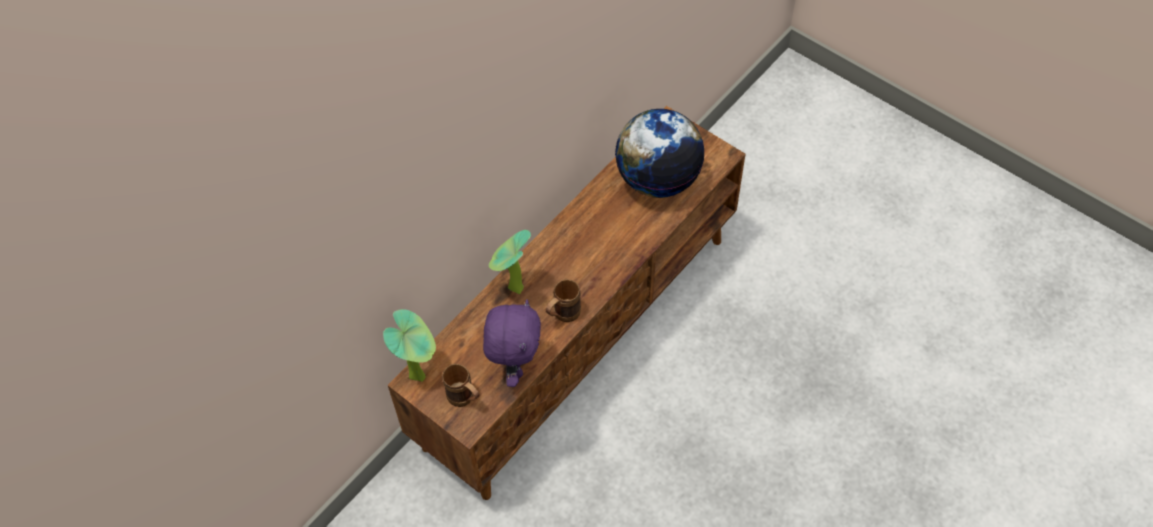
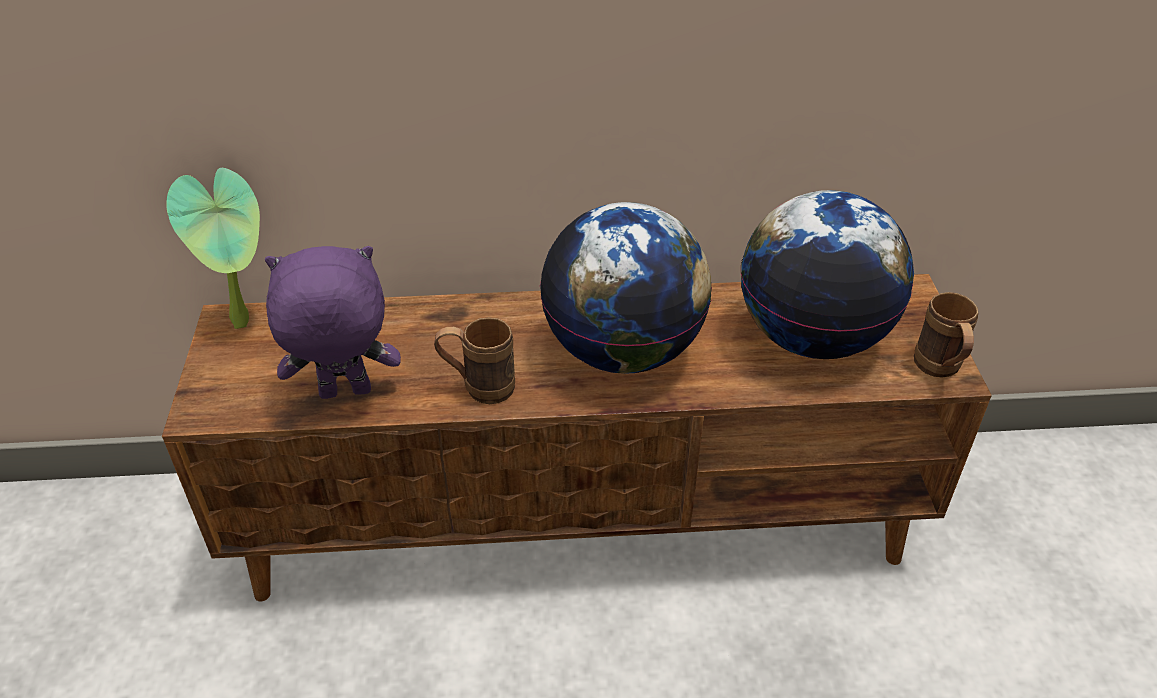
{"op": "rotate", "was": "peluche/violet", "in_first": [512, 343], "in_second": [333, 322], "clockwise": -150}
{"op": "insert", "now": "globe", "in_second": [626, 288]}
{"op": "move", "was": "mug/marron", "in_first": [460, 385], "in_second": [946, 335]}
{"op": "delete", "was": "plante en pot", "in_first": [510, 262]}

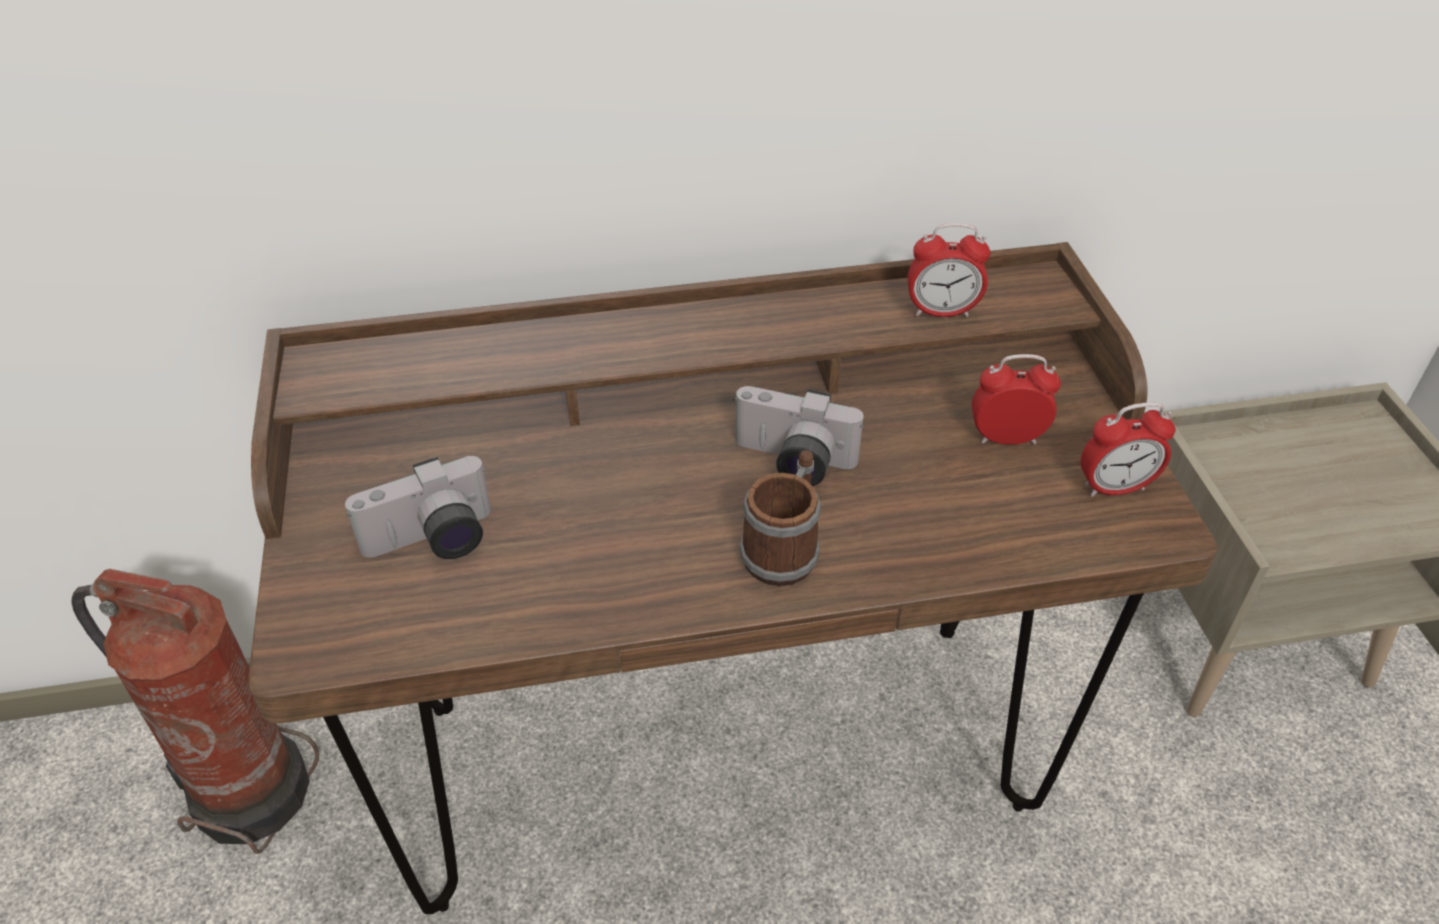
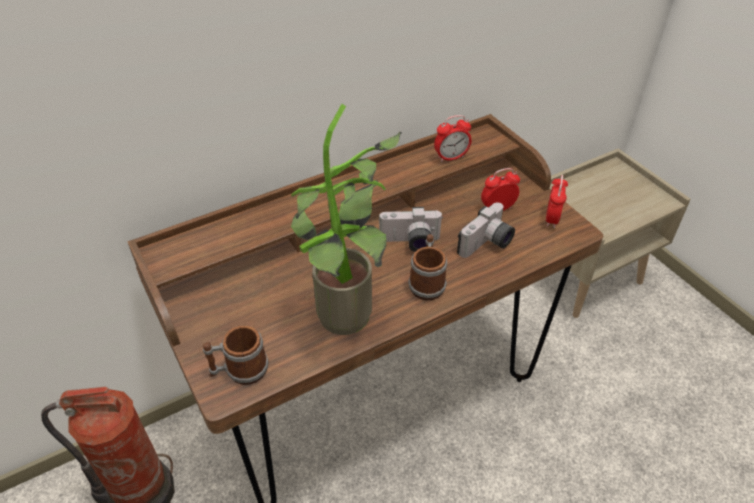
{"op": "insert", "now": "mug", "in_second": [236, 355]}
{"op": "insert", "now": "plante en pot", "in_second": [346, 219]}
{"op": "move", "was": "appareil photo", "in_first": [418, 507], "in_second": [486, 230]}
{"op": "rotate", "was": "réveil", "in_first": [1128, 449], "in_second": [557, 201], "clockwise": -45}

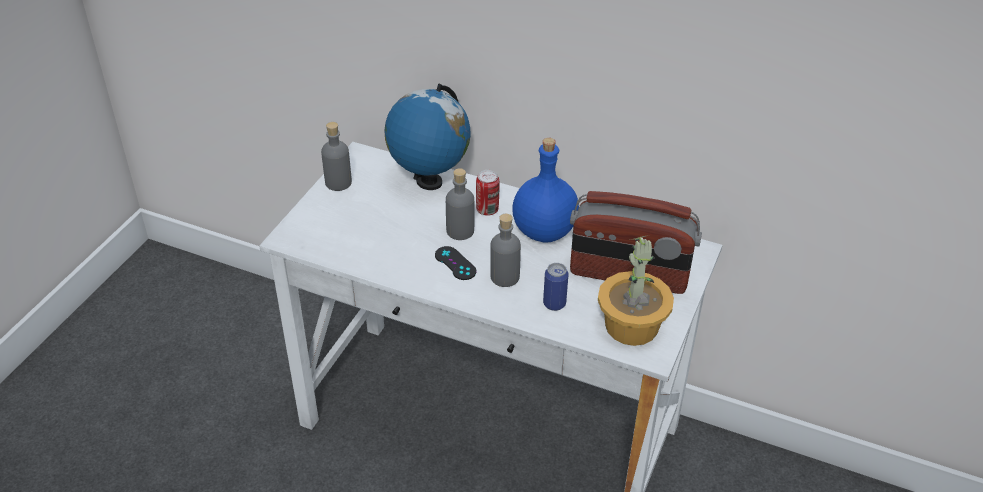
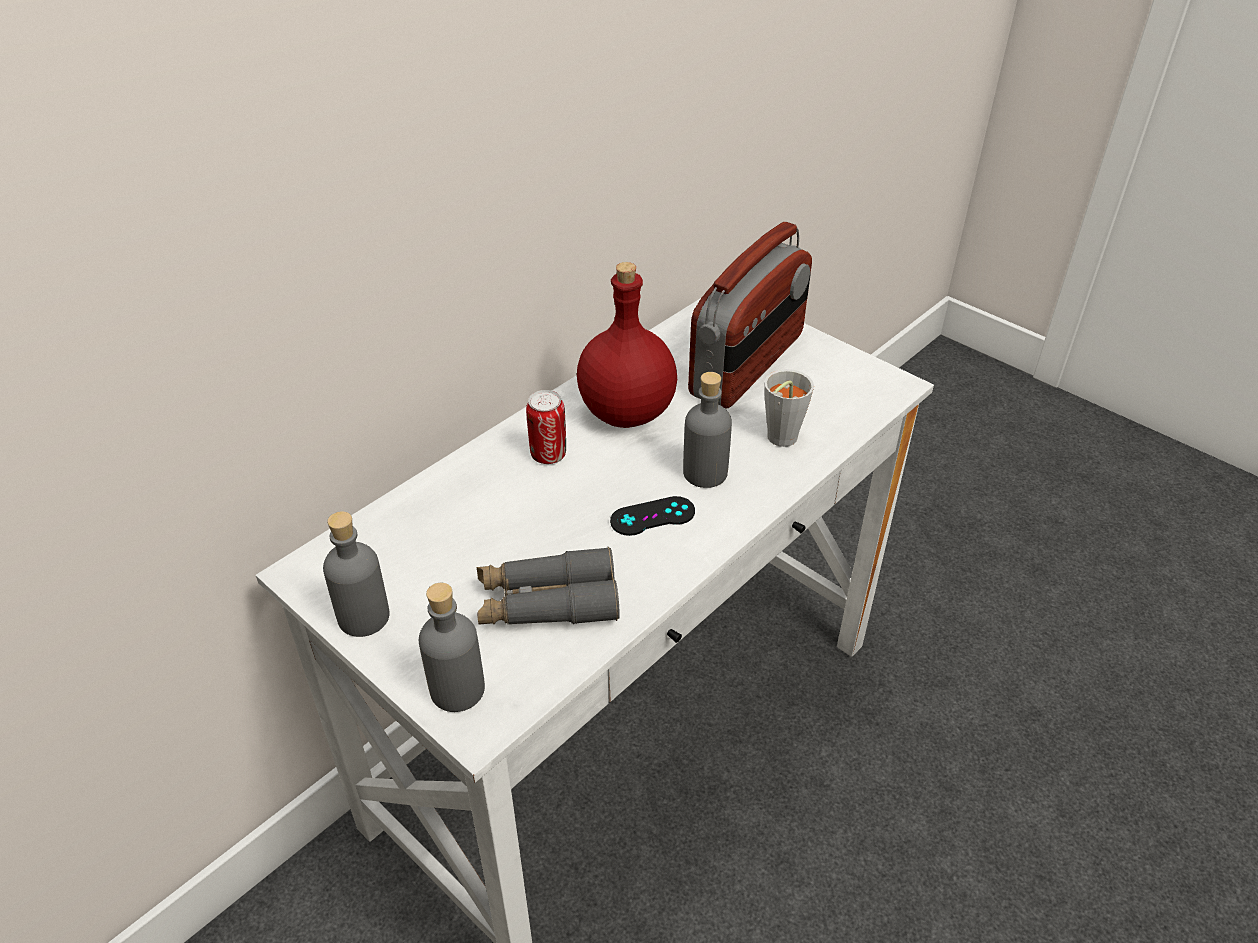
{"op": "move", "was": "bouteille/gris", "in_first": [460, 204], "in_second": [452, 647]}
{"op": "insert", "now": "jumelles/gris", "in_second": [548, 586]}
{"op": "recolor", "was": "bouteille/bleu", "now": "bouteille/rouge", "in_first": [545, 190], "in_second": [627, 345]}
{"op": "replace", "was": "boîte métallique", "now": "tasse/gris", "in_first": [556, 287], "in_second": [789, 408]}
{"op": "delete", "was": "globe", "in_first": [428, 137]}
{"op": "delete", "was": "plante en pot", "in_first": [636, 290]}

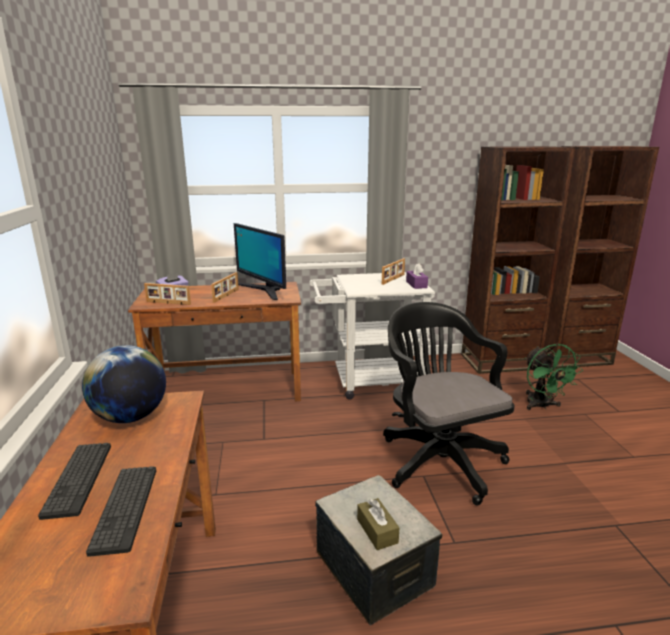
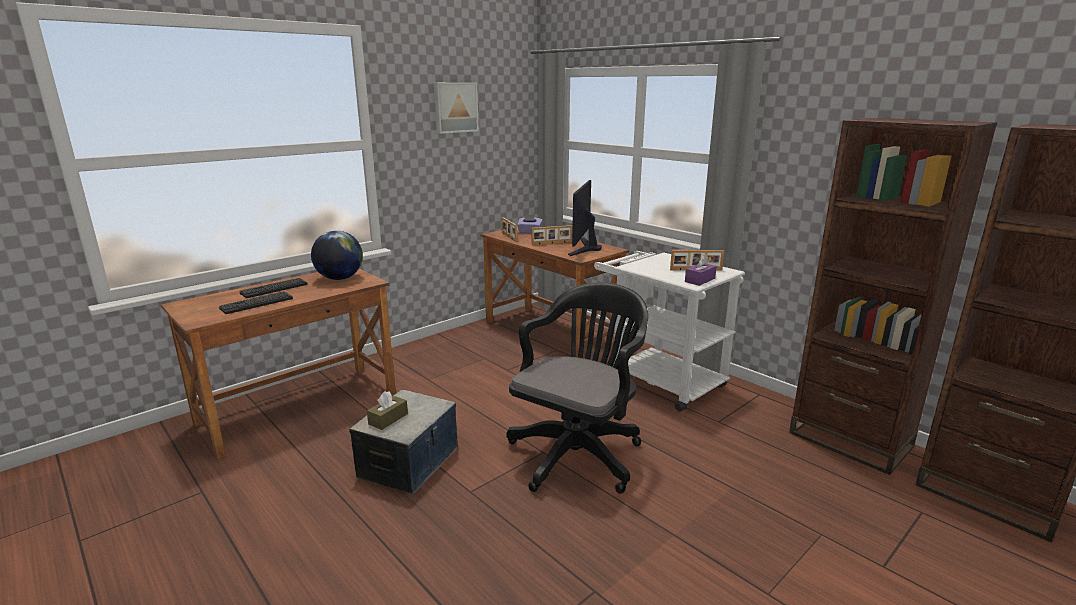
{"op": "insert", "now": "tableau", "in_second": [456, 108]}
{"op": "delete", "was": "ventilateur/vert", "in_first": [554, 376]}

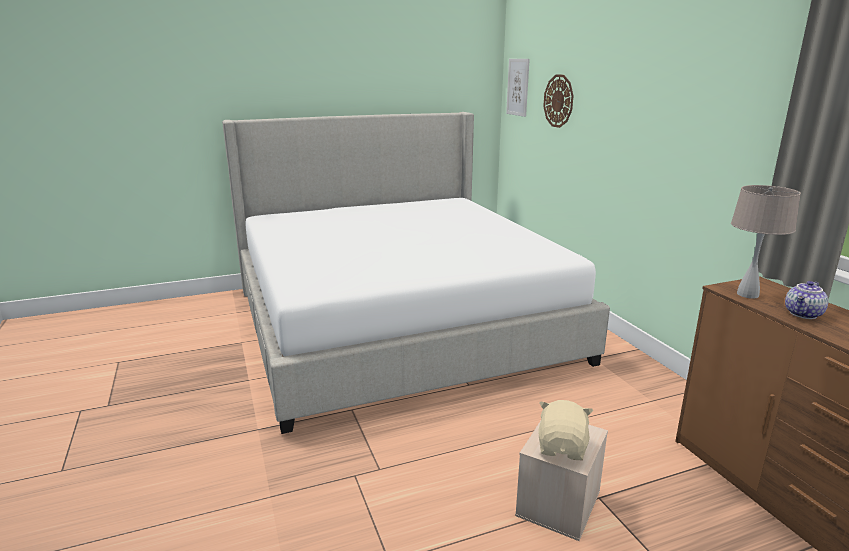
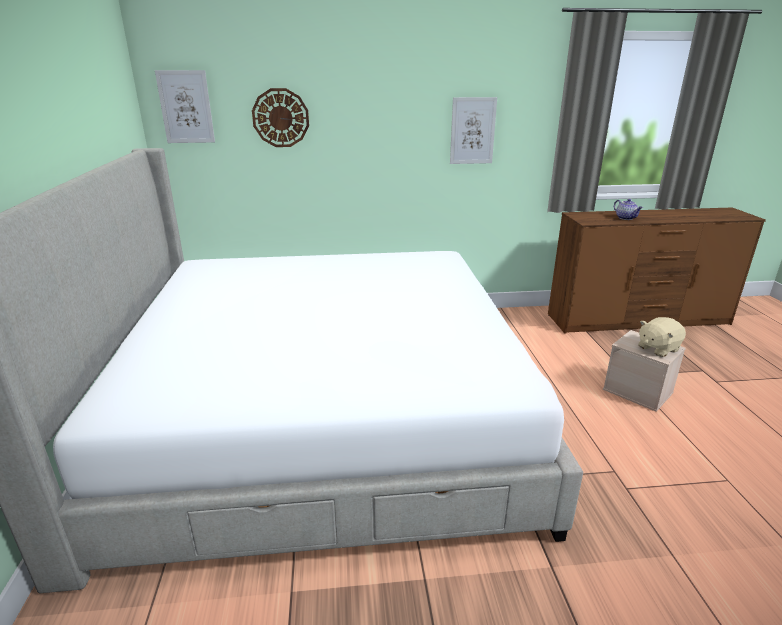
{"op": "insert", "now": "tableau", "in_second": [473, 130]}
{"op": "rotate", "was": "peluche/beige", "in_first": [565, 430], "in_second": [662, 337], "clockwise": -60}
{"op": "delete", "was": "lampe de table/beige", "in_first": [766, 242]}

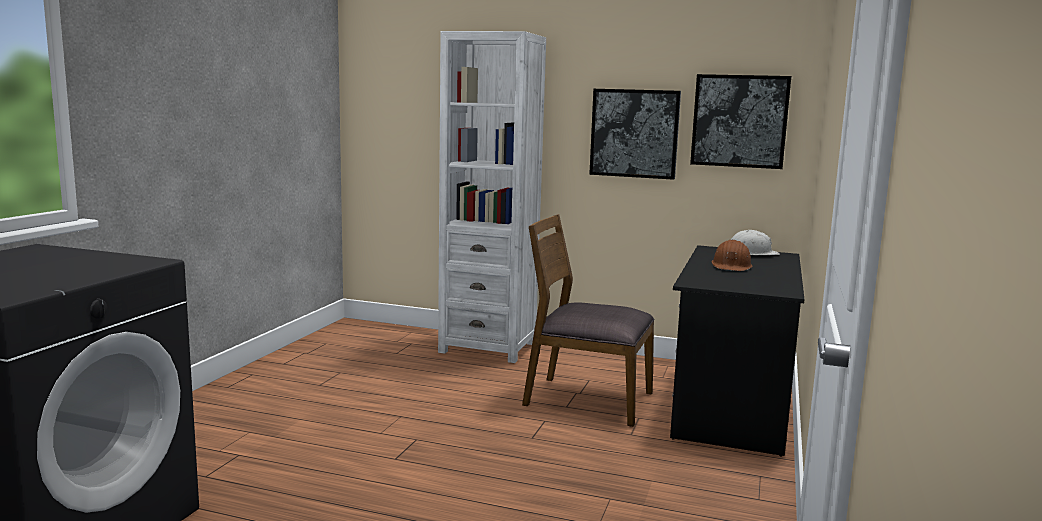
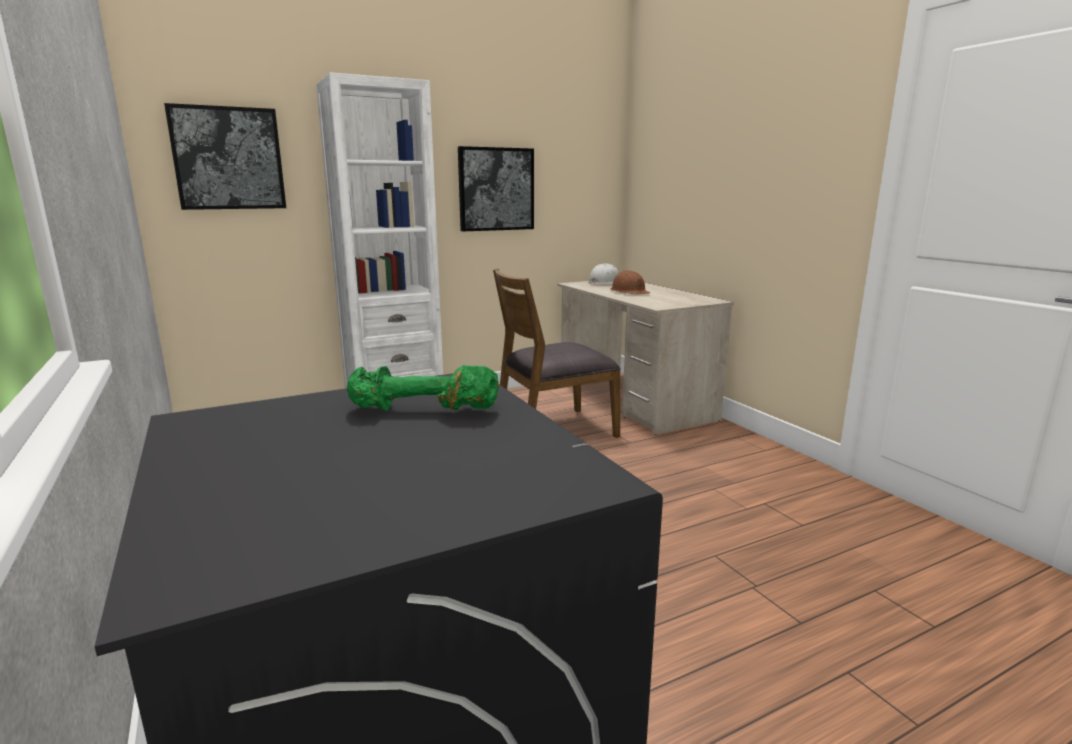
{"op": "move", "was": "tableau", "in_first": [740, 121], "in_second": [225, 156]}
{"op": "insert", "now": "haltère/vert", "in_second": [423, 388]}
{"op": "recolor", "was": "bureau/noir", "now": "bureau/beige", "in_first": [737, 351], "in_second": [646, 358]}

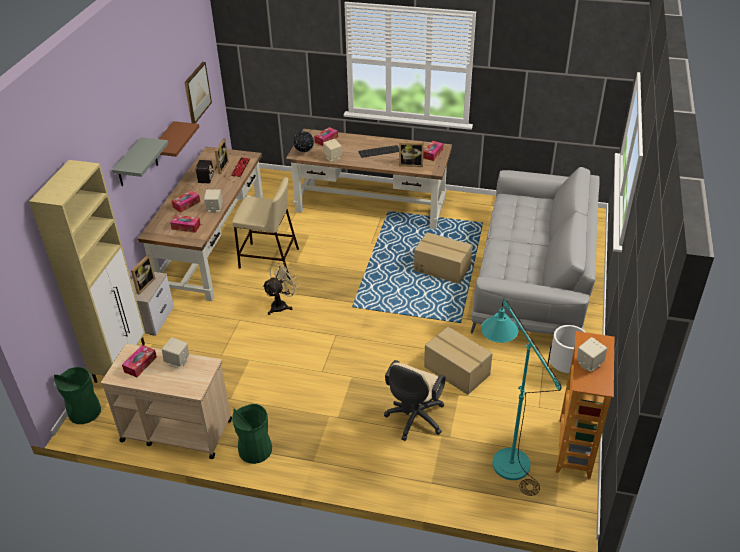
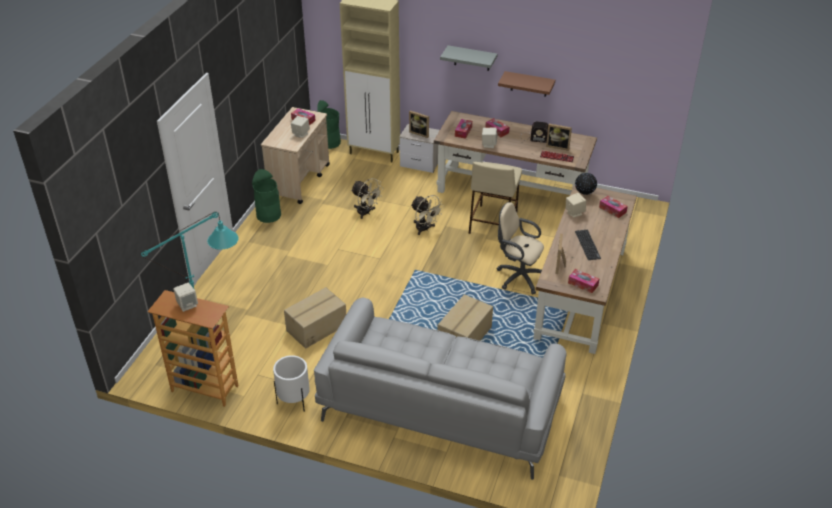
{"op": "insert", "now": "ventilateur/beige", "in_second": [366, 198]}
{"op": "move", "was": "chaise de bureau/beige", "in_first": [415, 400], "in_second": [520, 248]}
{"op": "delete", "was": "tableau", "in_first": [198, 93]}

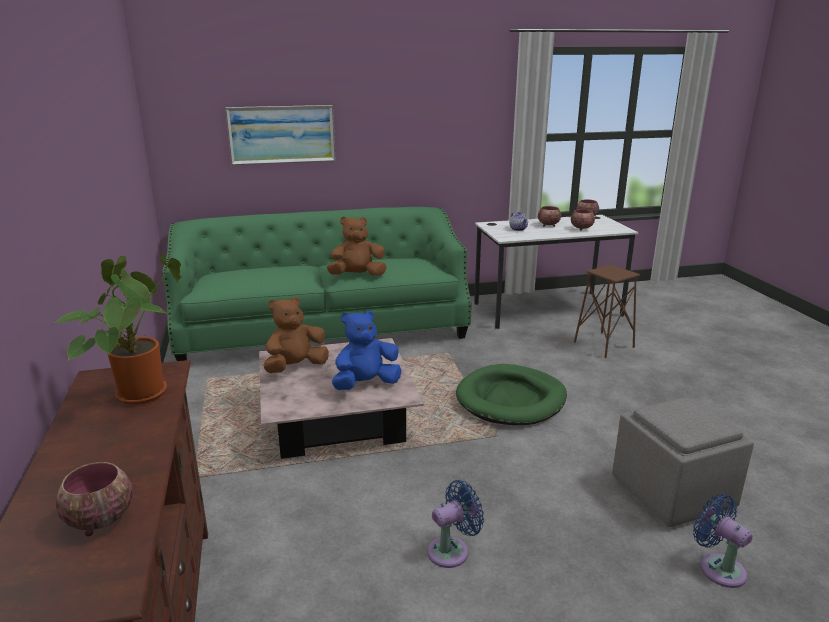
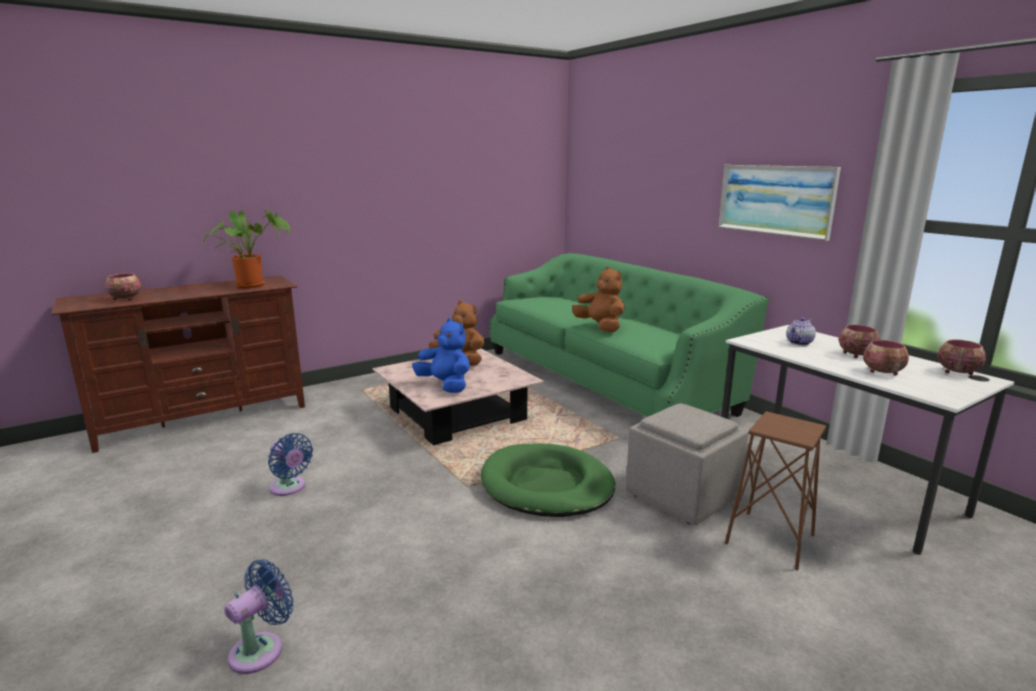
{"op": "move", "was": "pouf/gris", "in_first": [683, 462], "in_second": [687, 464]}
{"op": "move", "was": "tableau", "in_first": [280, 135], "in_second": [779, 203]}

